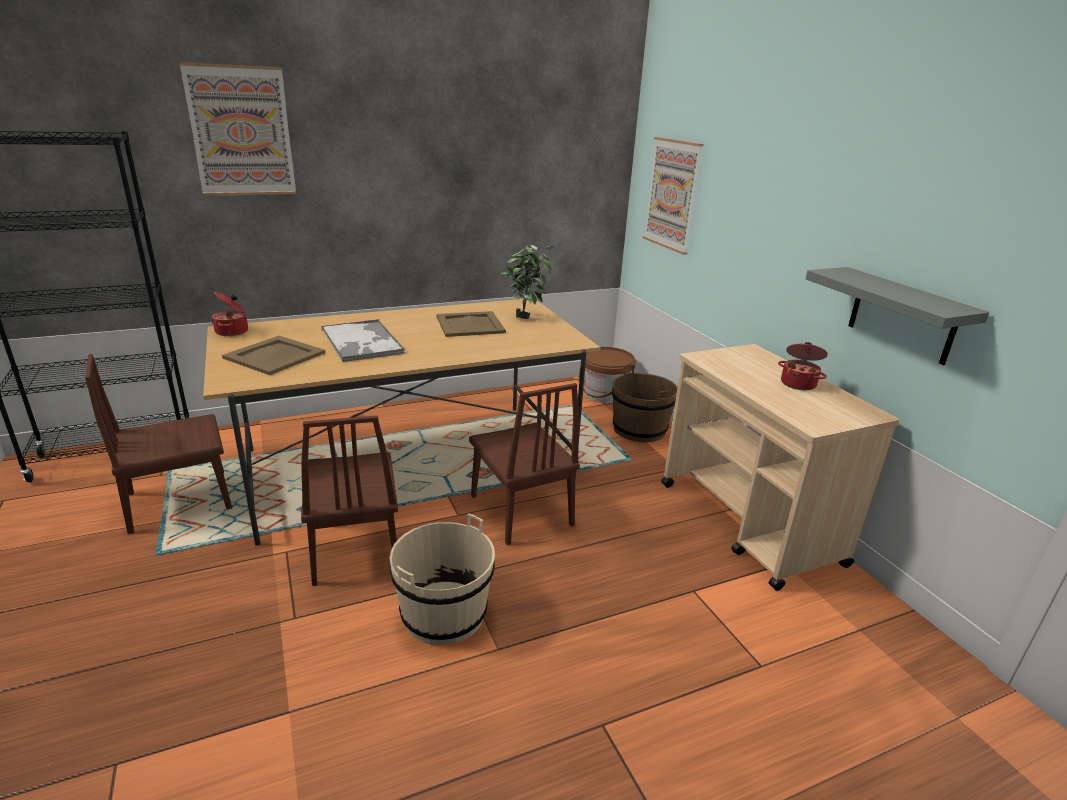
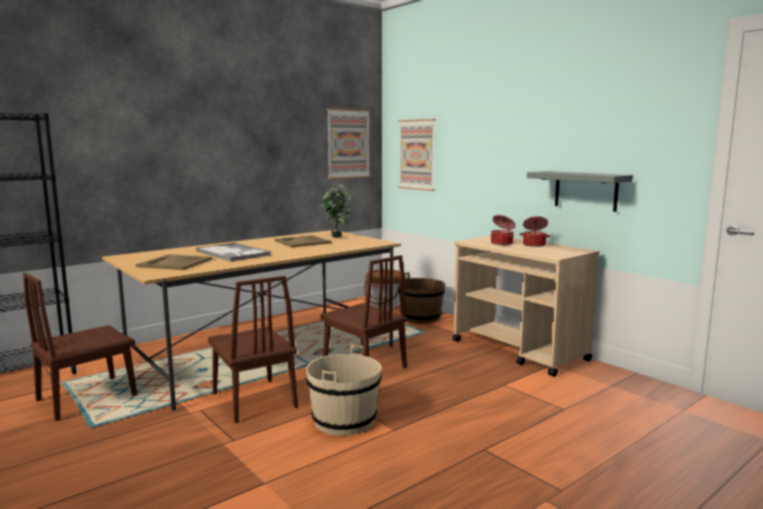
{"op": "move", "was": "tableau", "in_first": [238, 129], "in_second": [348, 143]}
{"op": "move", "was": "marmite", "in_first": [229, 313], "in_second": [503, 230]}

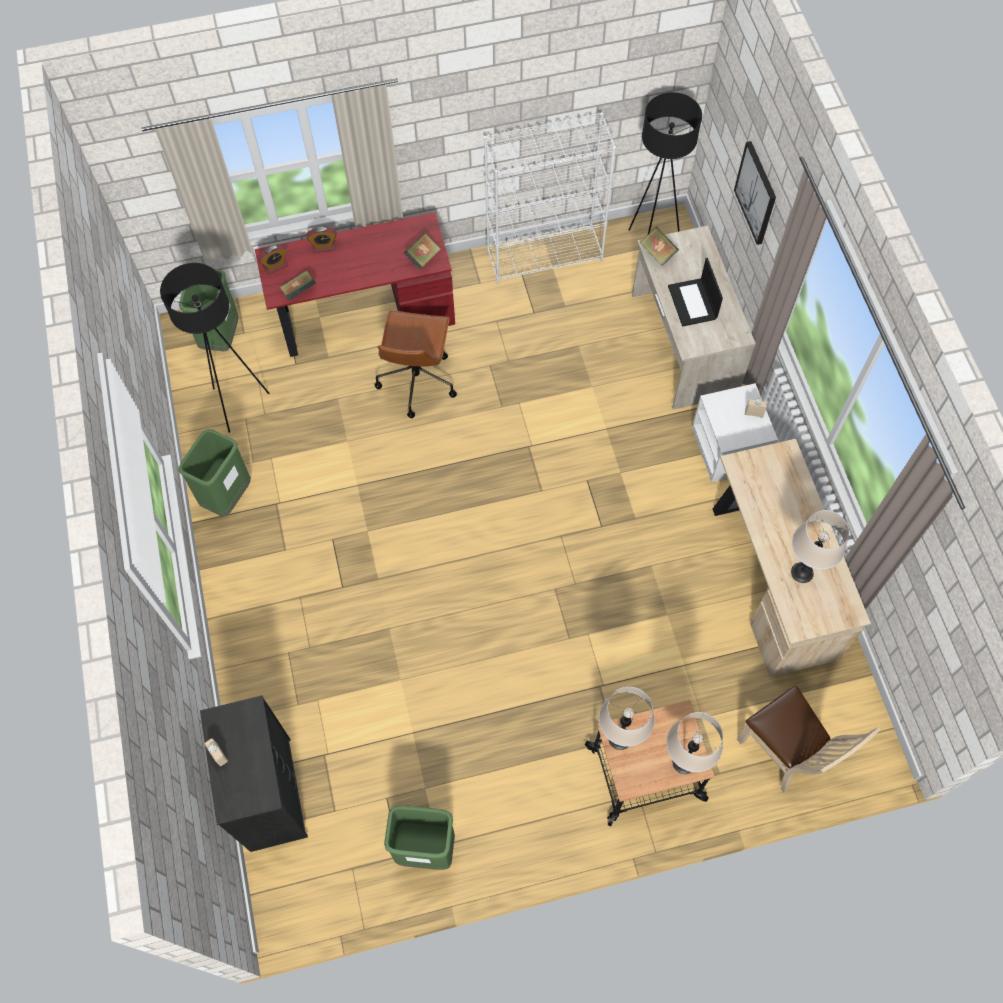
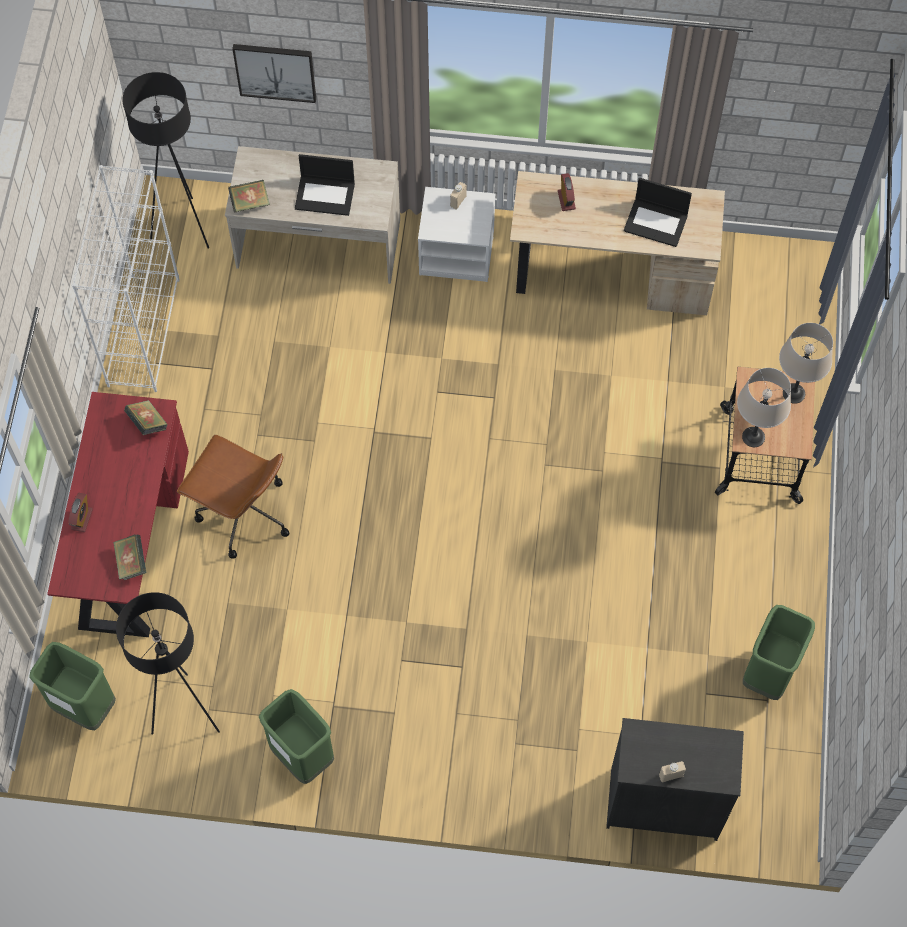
{"op": "move", "was": "réveil", "in_first": [272, 260], "in_second": [567, 192]}
{"op": "replace", "was": "lampe de table/beige", "now": "ordinateur portable", "in_first": [820, 546], "in_second": [658, 212]}
{"op": "delete", "was": "chaise/beige", "in_first": [808, 739]}

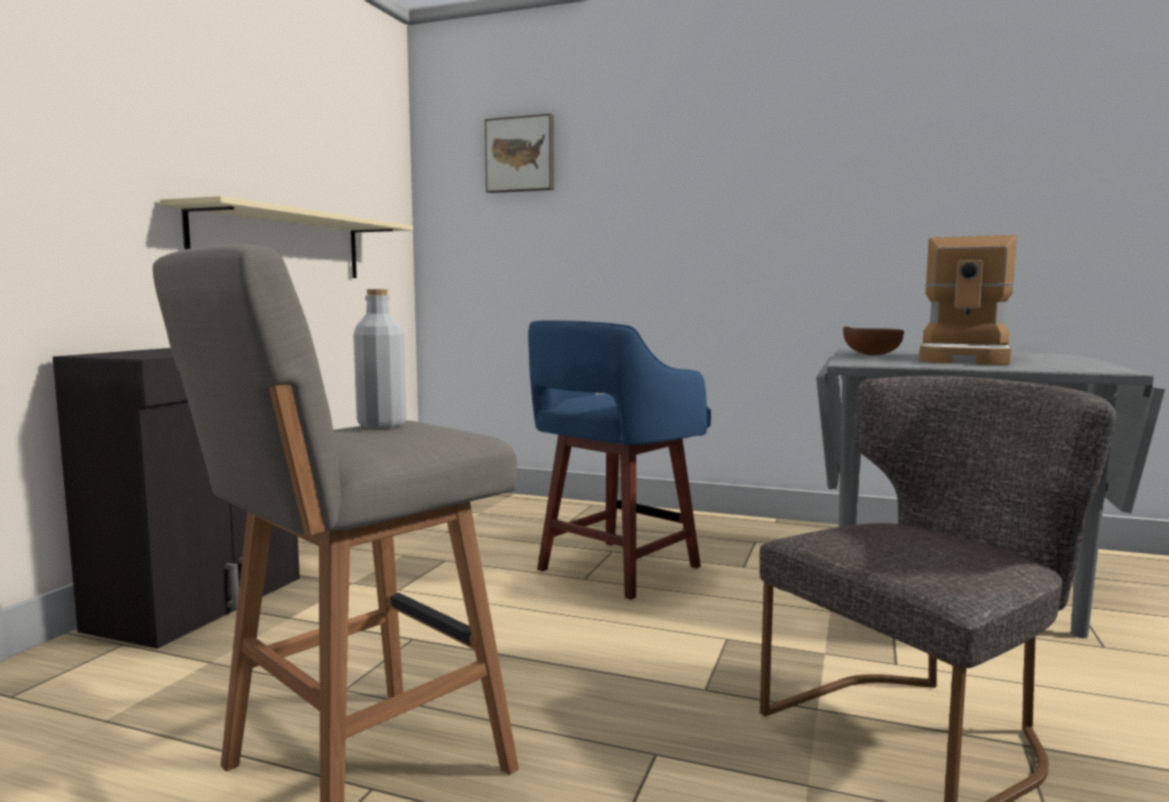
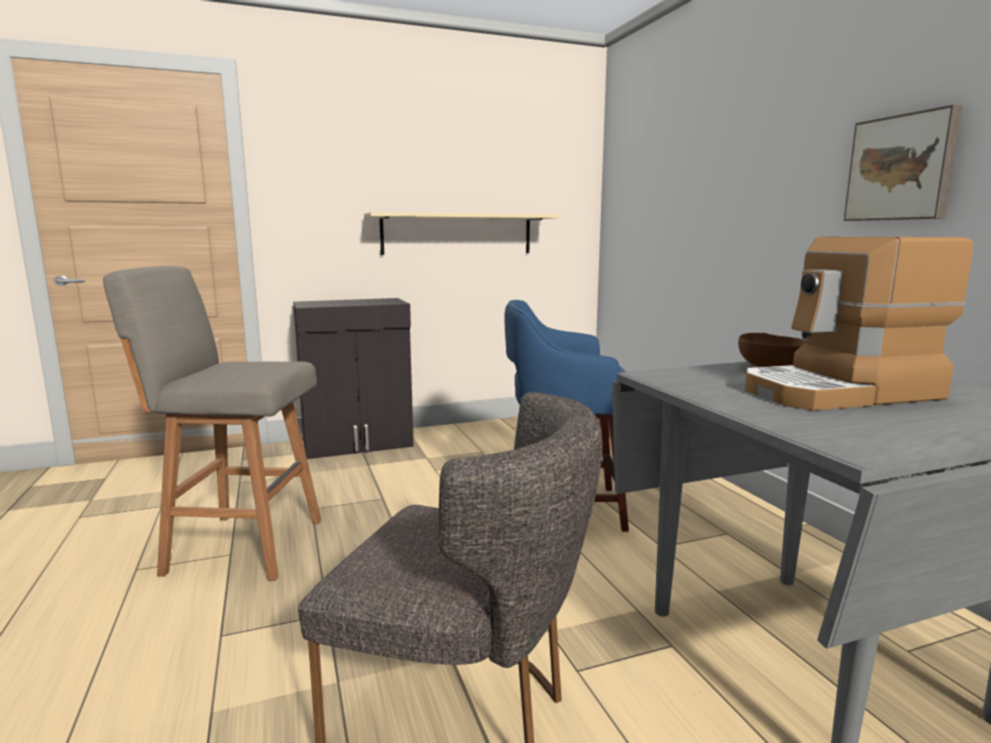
{"op": "move", "was": "tableau", "in_first": [519, 153], "in_second": [903, 162]}
{"op": "delete", "was": "bouteille/gris", "in_first": [380, 359]}

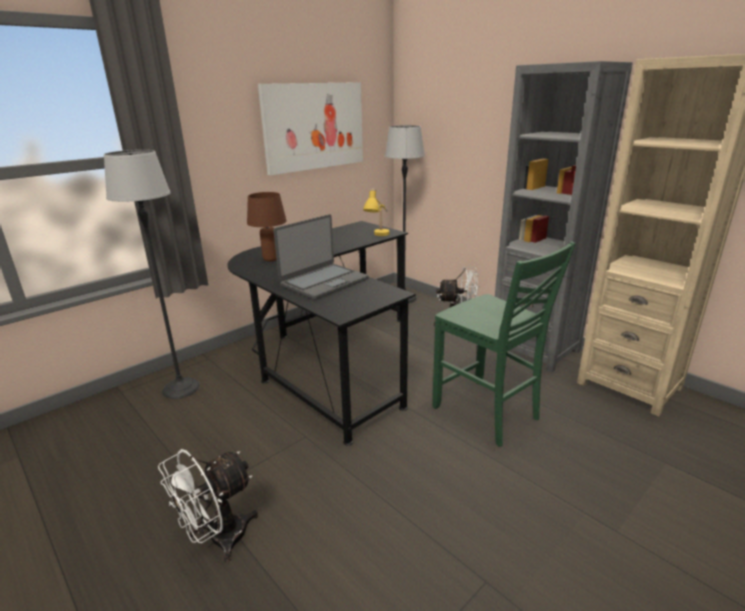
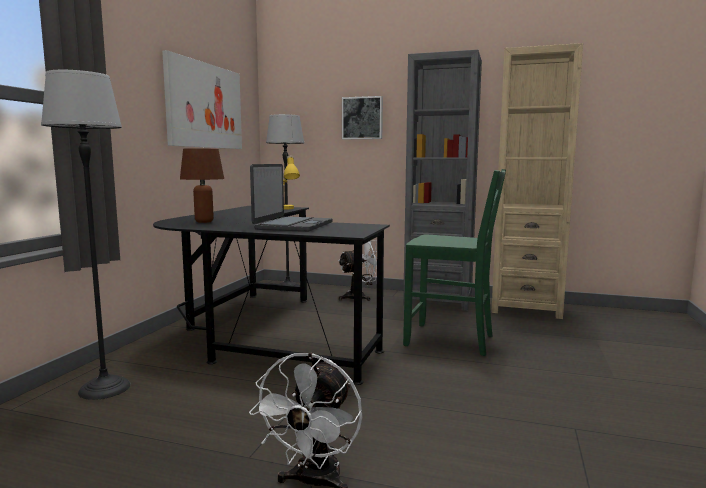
{"op": "insert", "now": "tableau", "in_second": [362, 117]}

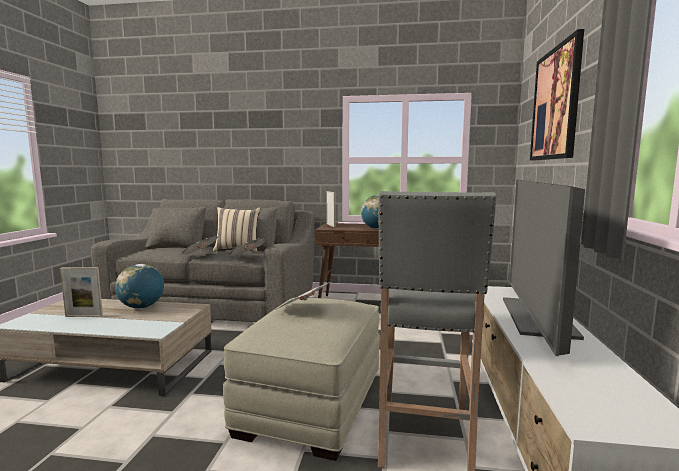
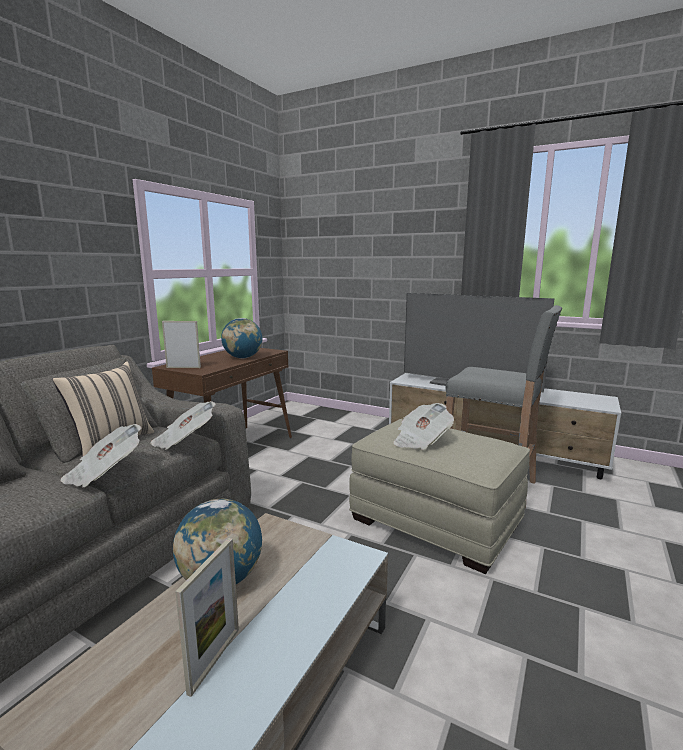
{"op": "delete", "was": "tableau", "in_first": [557, 94]}

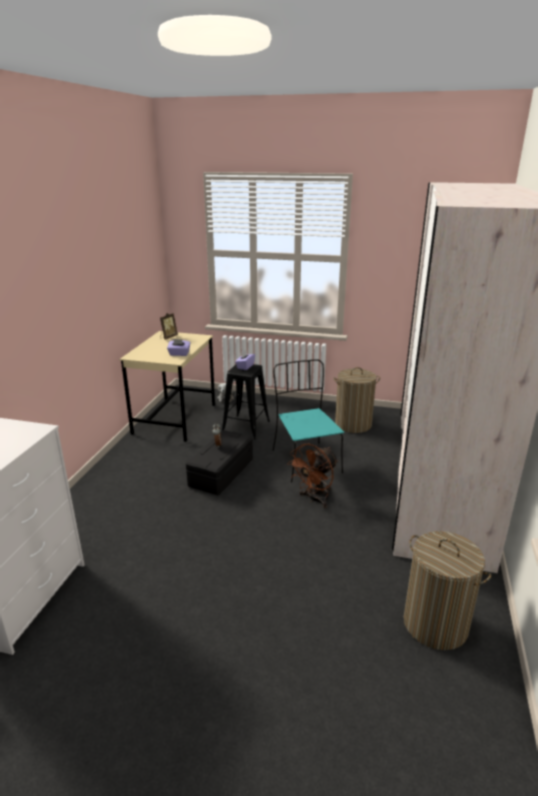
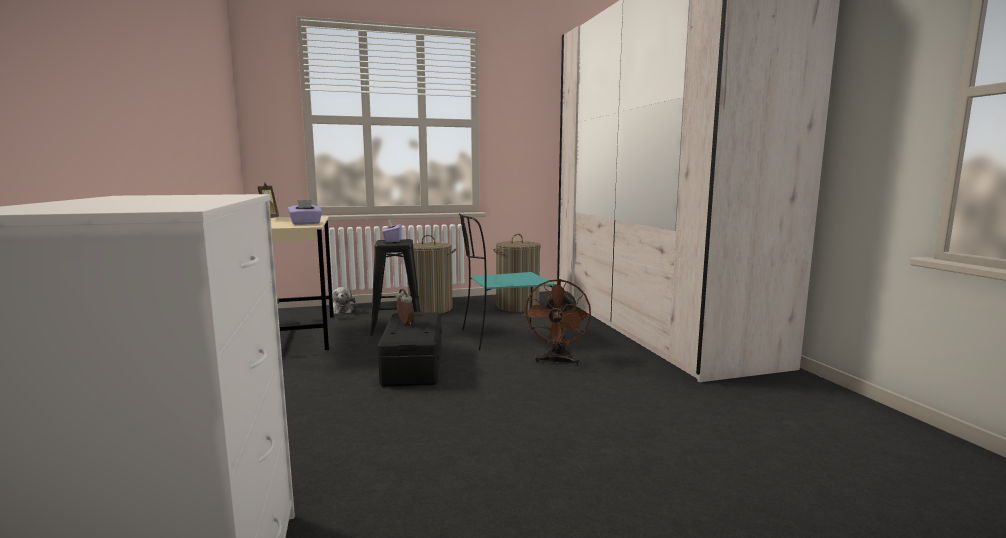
{"op": "move", "was": "panier à linge", "in_first": [447, 590], "in_second": [432, 274]}
{"op": "rotate", "was": "chaise/turquoise", "in_first": [308, 421], "in_second": [507, 281], "clockwise": -60}

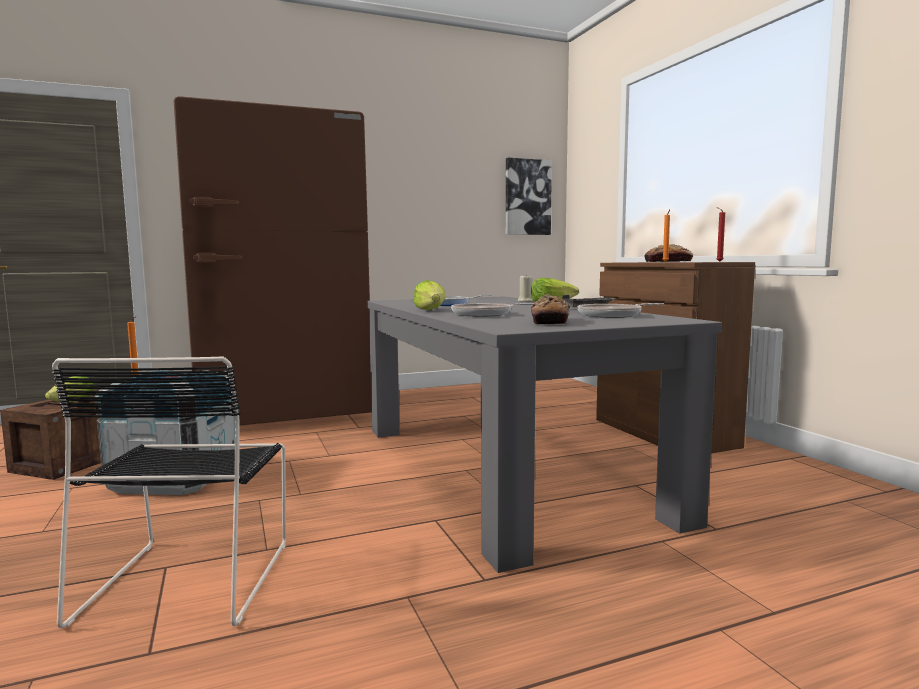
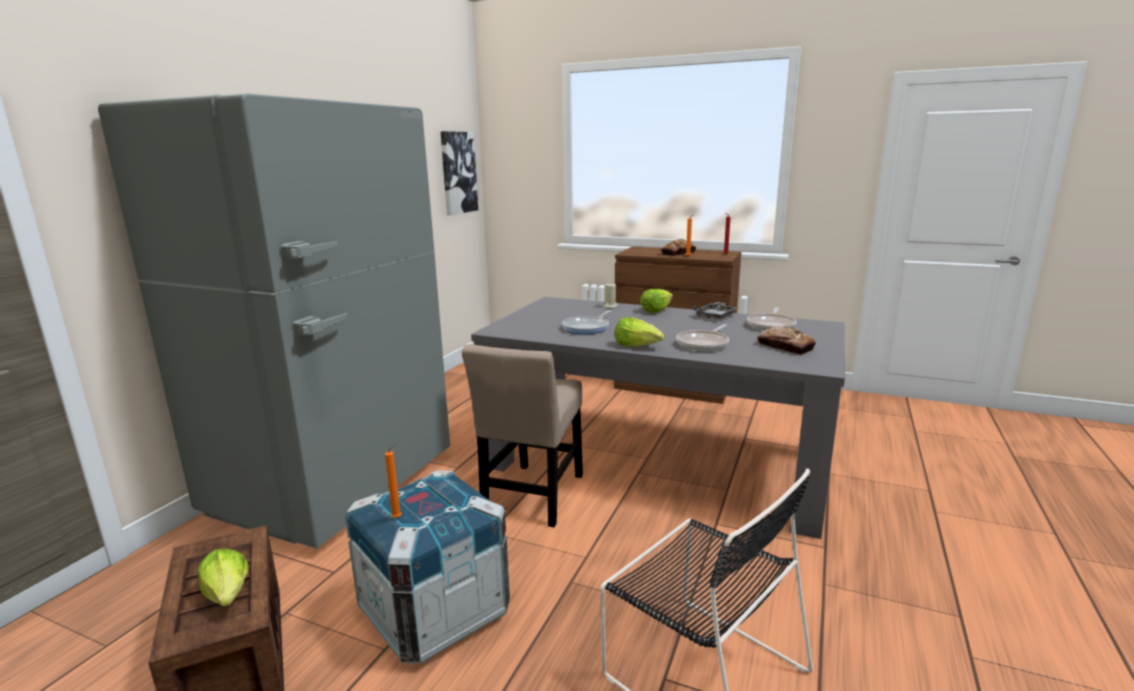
{"op": "recolor", "was": "réfrigérateur/marron", "now": "réfrigérateur/gris", "in_first": [273, 260], "in_second": [274, 321]}
{"op": "insert", "now": "chaise/beige", "in_second": [522, 435]}

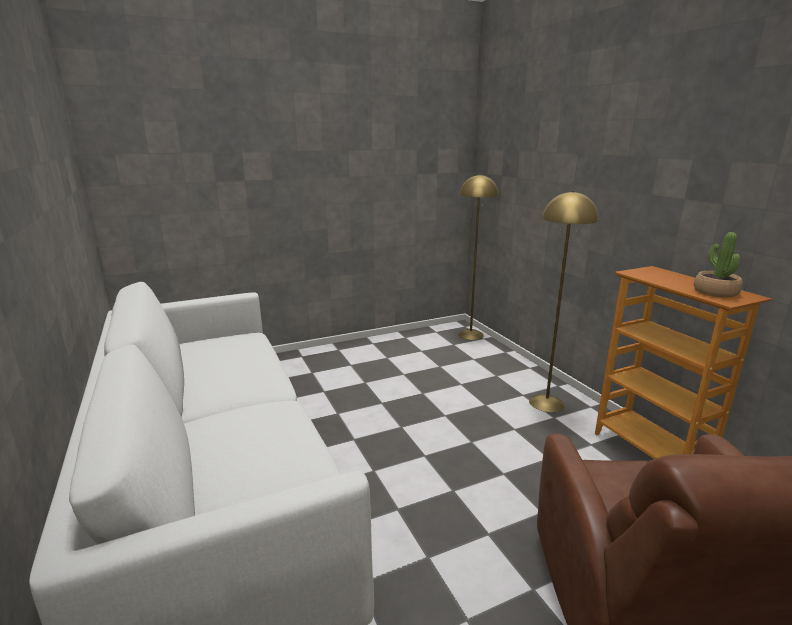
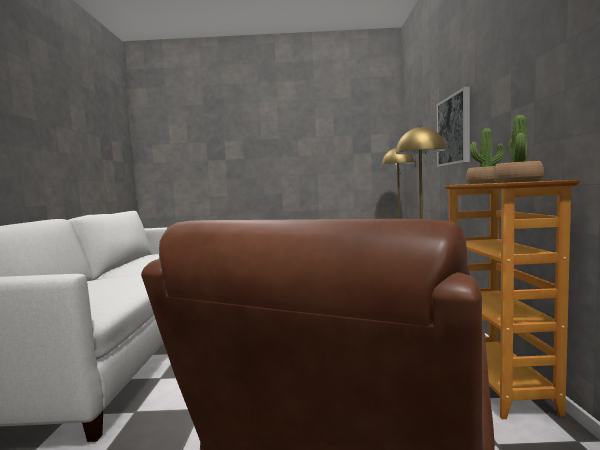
{"op": "insert", "now": "tableau", "in_second": [453, 127]}
{"op": "insert", "now": "plante en pot", "in_second": [485, 156]}

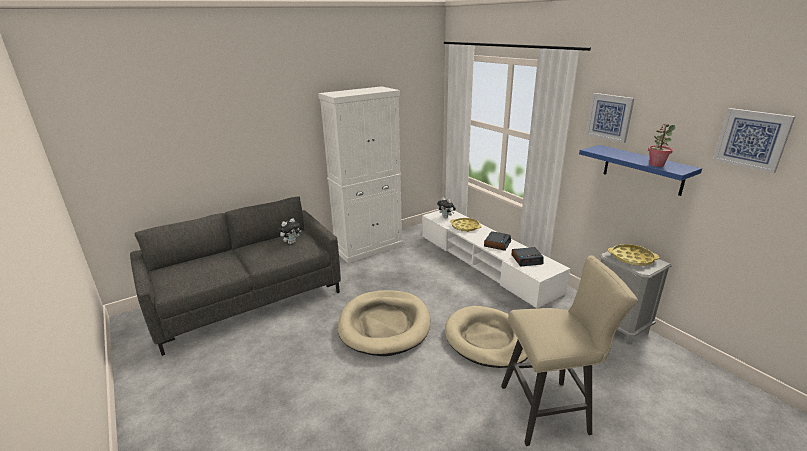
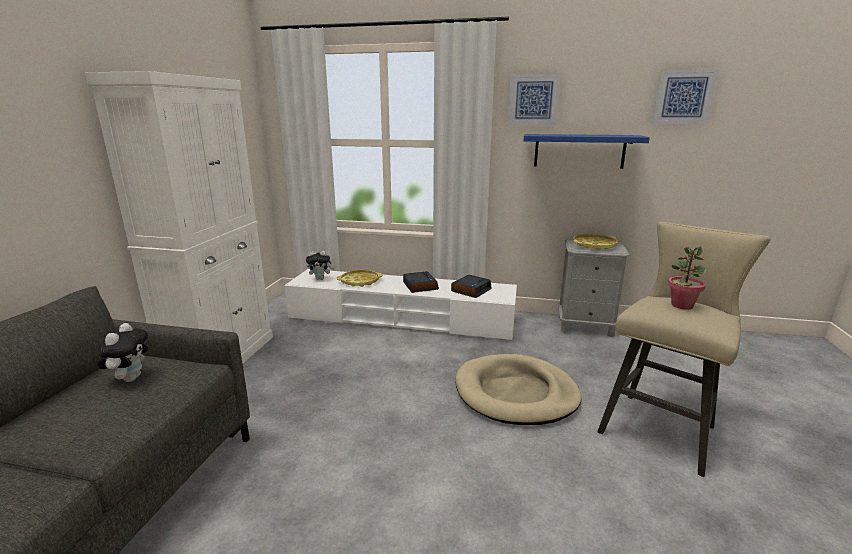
{"op": "move", "was": "plante en pot", "in_first": [661, 145], "in_second": [687, 278]}
{"op": "delete", "was": "panier pour chien/beige", "in_first": [384, 323]}

